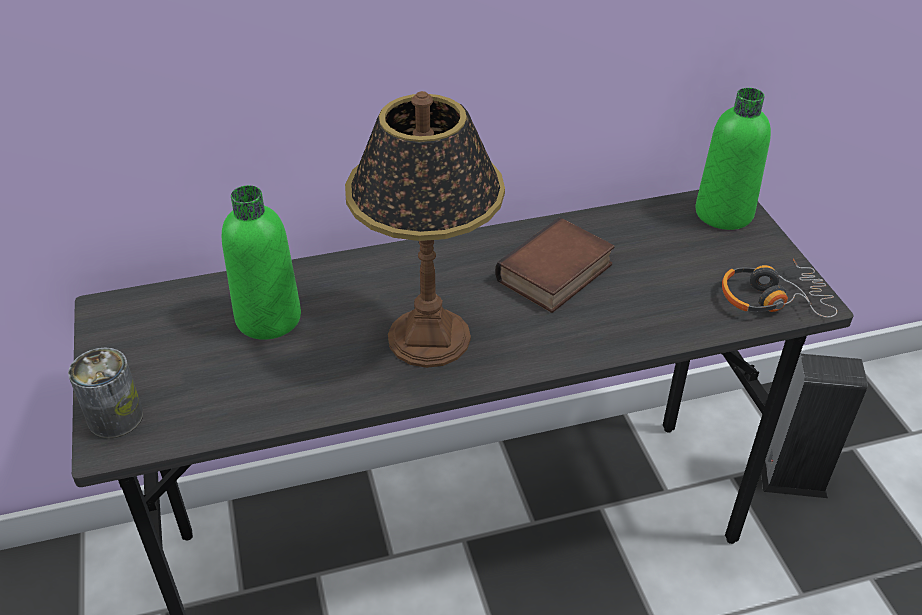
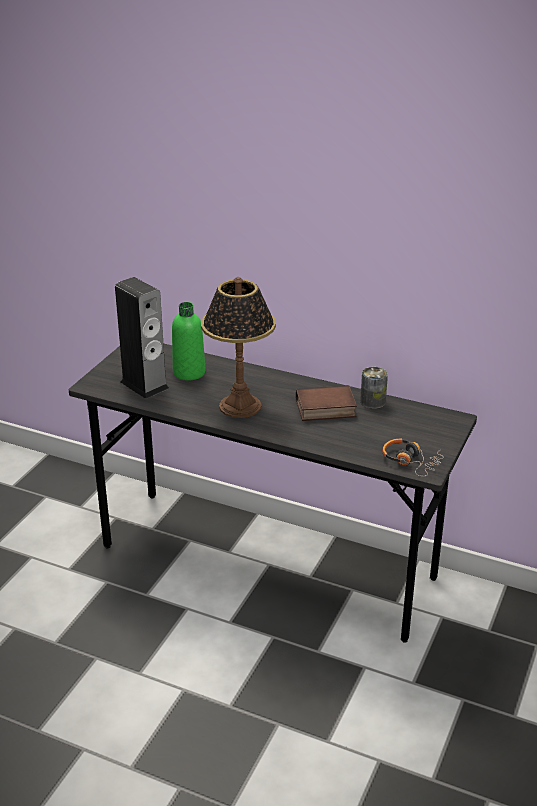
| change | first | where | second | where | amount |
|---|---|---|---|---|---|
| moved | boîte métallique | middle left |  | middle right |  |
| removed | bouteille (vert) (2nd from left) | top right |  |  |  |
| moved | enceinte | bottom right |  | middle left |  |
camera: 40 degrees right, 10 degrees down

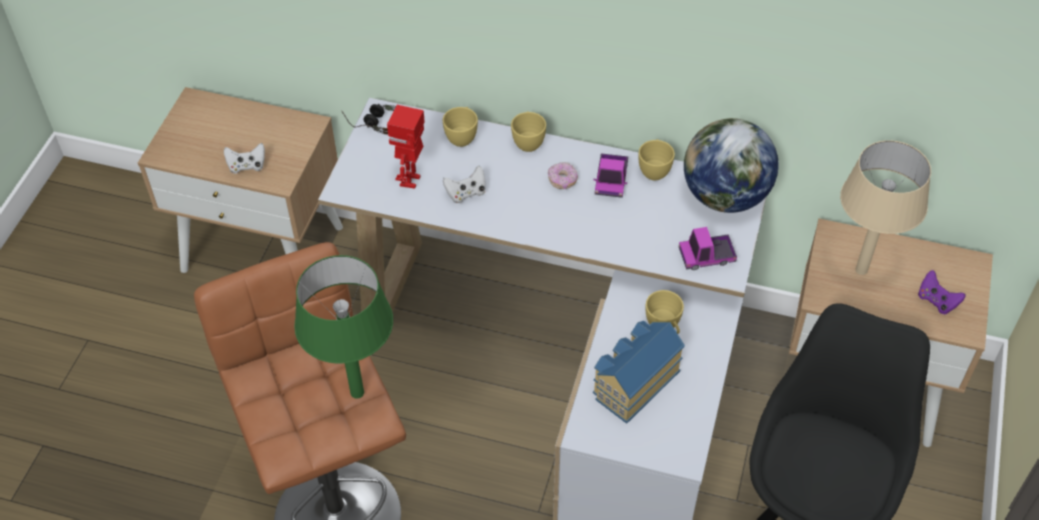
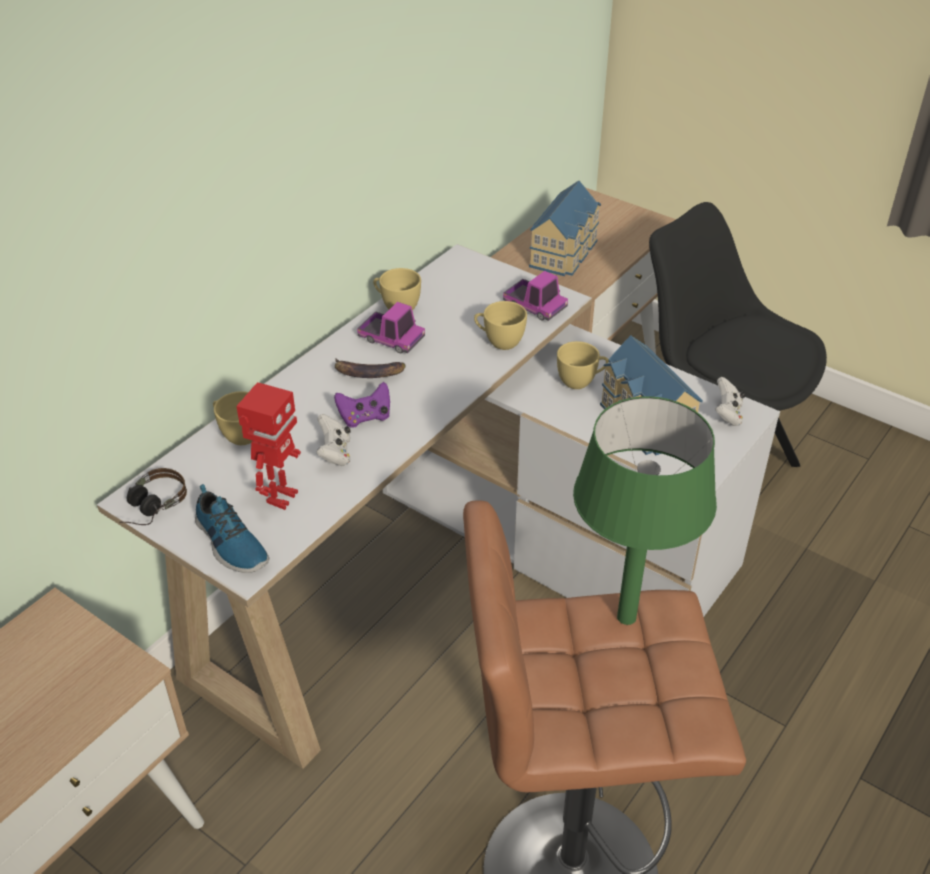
| change | first | where | second | where | amount |
|---|---|---|---|---|---|
| moved | manette (blanc) (1st from left in the first image) | top left | manette (blanc) (2nd from left) | middle right |  |
| turned | robot jouet | top centre |  | middle left | 105 degrees counterclockwise |
| moved | tasse (jaune) (2nd from left in the first image) | top centre | tasse (jaune) (3rd from left) | centre |  |
| replaced | beignet | centre | banane | centre |  |
| turned | camion jouet (2nd from left) | middle right |  | centre | 60 degrees counterclockwise |
| removed | globe | top right |  |  |  |
| replaced | lampe de table (beige) | middle right | maison miniature (1st from left) | top centre |  |
| moved | manette (violet) | middle right |  | centre |  |
| added |  |  | chaussure | middle left |  |
camera: 70 degrees left, 10 degrees down

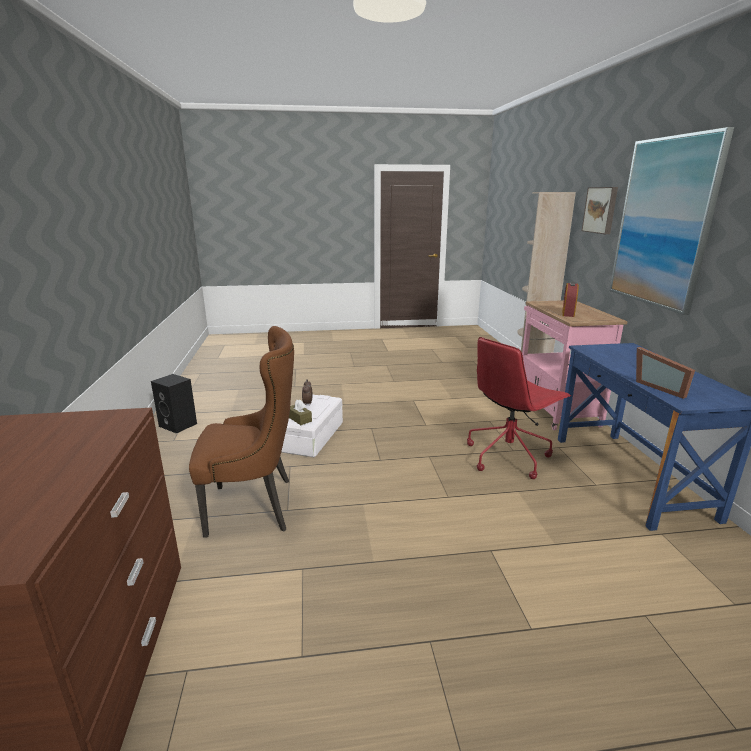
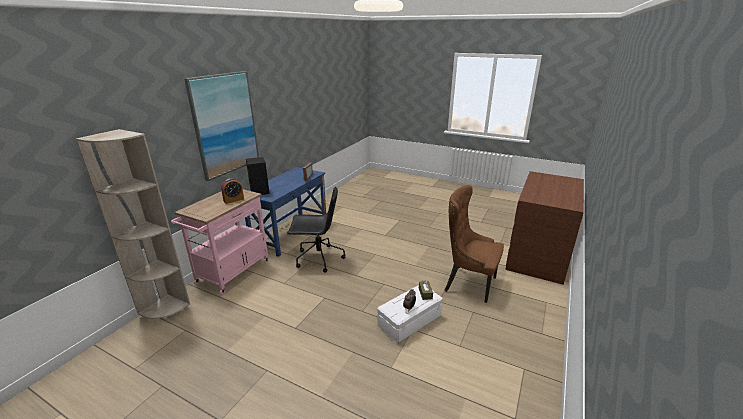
| change | first | where | second | where | amount |
|---|---|---|---|---|---|
| moved | enceinte (noir) | middle left |  | centre |  |
| recoloured | chaise de bureau (rouge) | middle right | chaise de bureau (noir) | centre |  |
| removed | tableau (1st from left) | top right |  |  |  |
camera: 145 degrees left, 5 degrees up

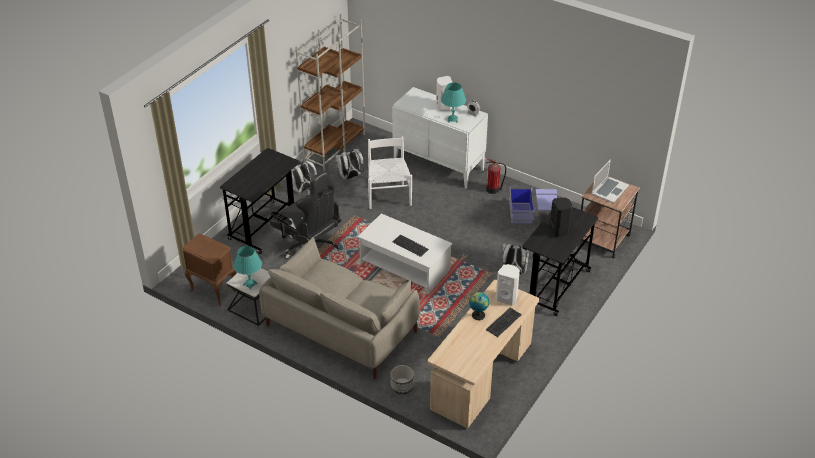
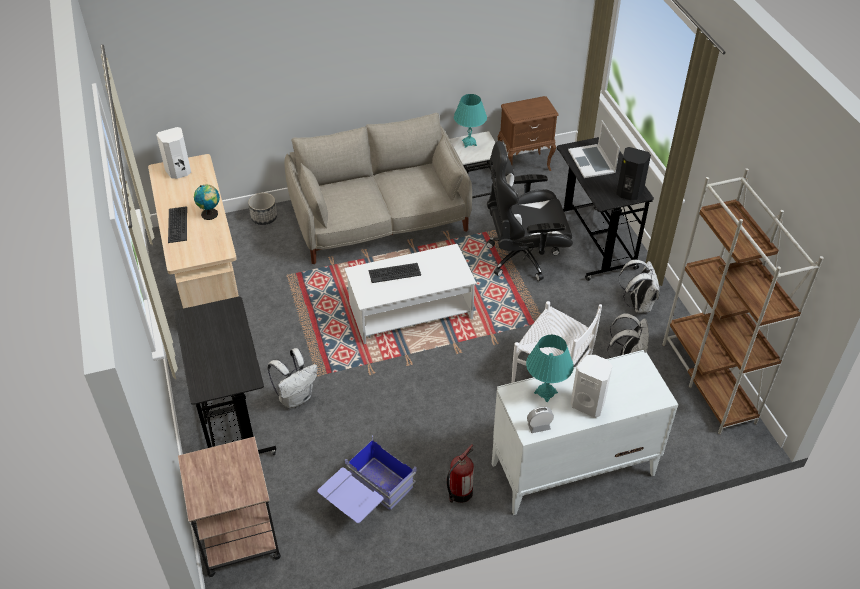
| change | first | where | second | where | amount |
|---|---|---|---|---|---|
| moved | enceinte (blanc) (2nd from left in the first image) | centre | enceinte (blanc) (1st from left) | top left |  |
| moved | enceinte (noir) | middle right |  | top right |  |
| moved | ordinateur portable | middle right |  | top right |  |
camera: 130 degrees right, 5 degrees up

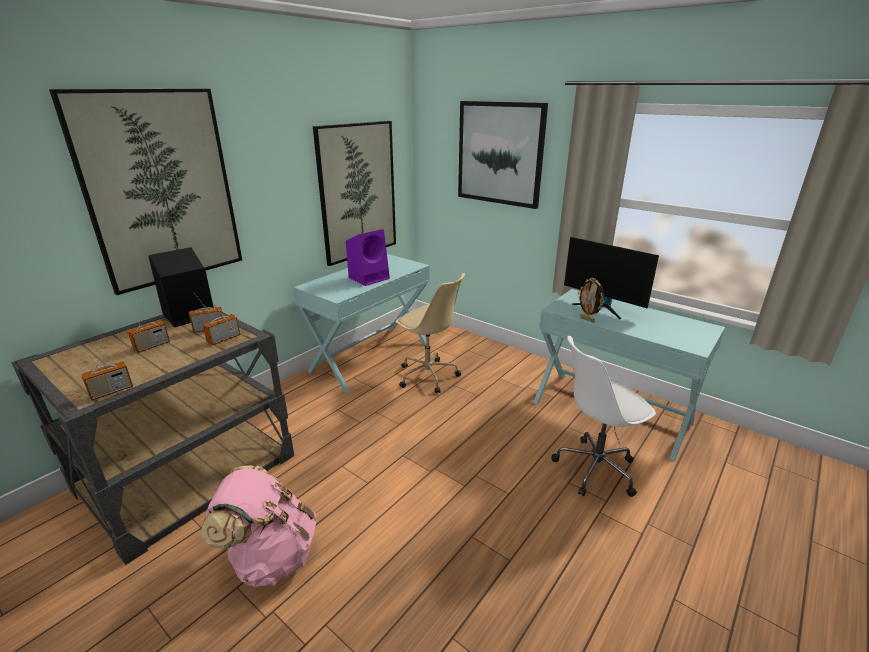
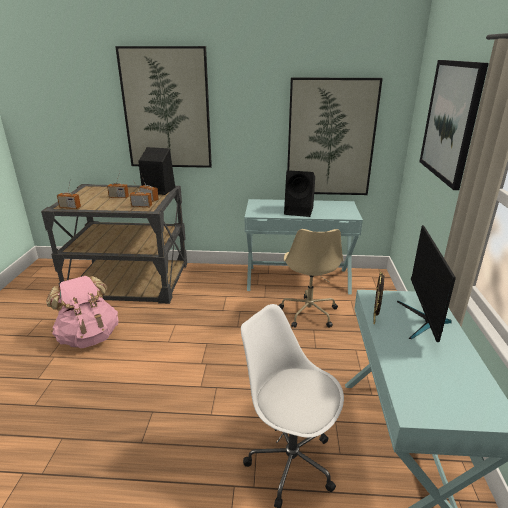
| change | first | where | second | where | amount |
|---|---|---|---|---|---|
| recoloured | enceinte (violet) | centre | enceinte (noir) (2nd from left) | centre |  |
camera: 55 degrees right, 0 degrees up

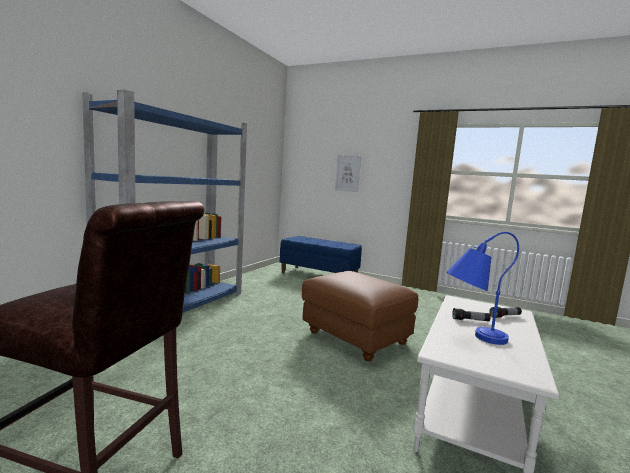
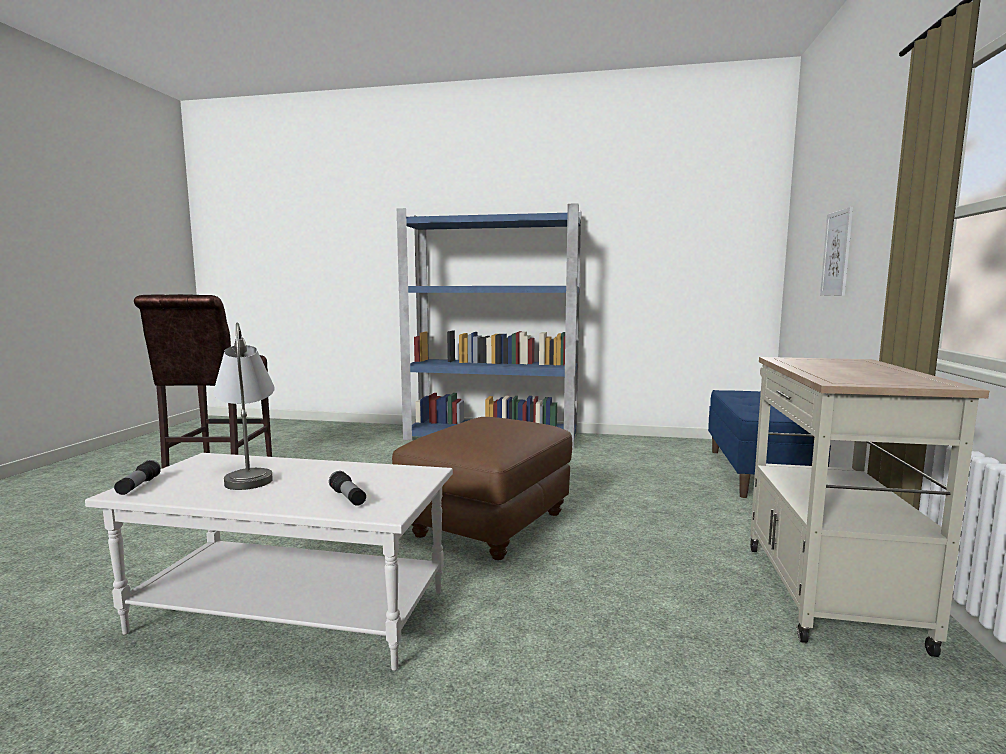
| change | first | where | second | where | amount |
|---|---|---|---|---|---|
| recoloured | lampe de table (bleu) | middle right | lampe de table (gris) | middle left |  |
| moved | lampe de poche (1st from left) | middle right |  | middle left |  |
| added |  |  | chariot (beige) | bottom right |  |
camera: 75 degrees right, 0 degrees up

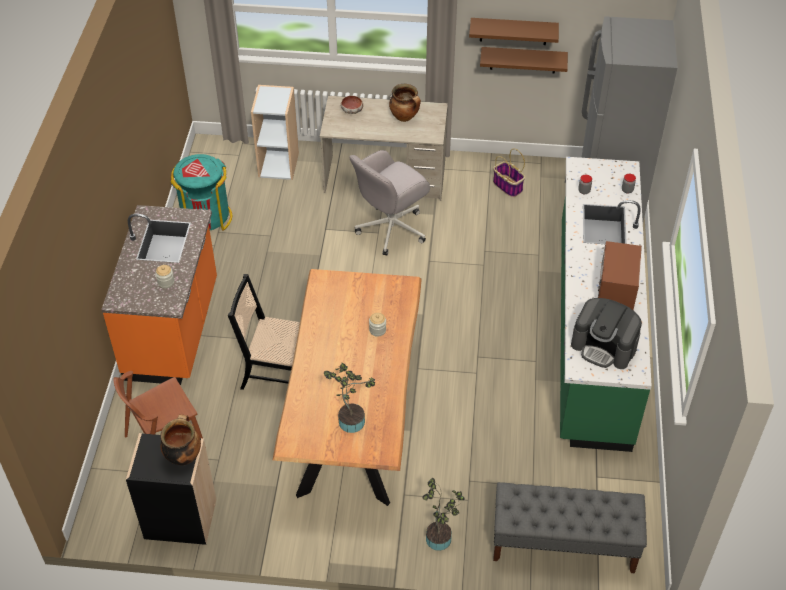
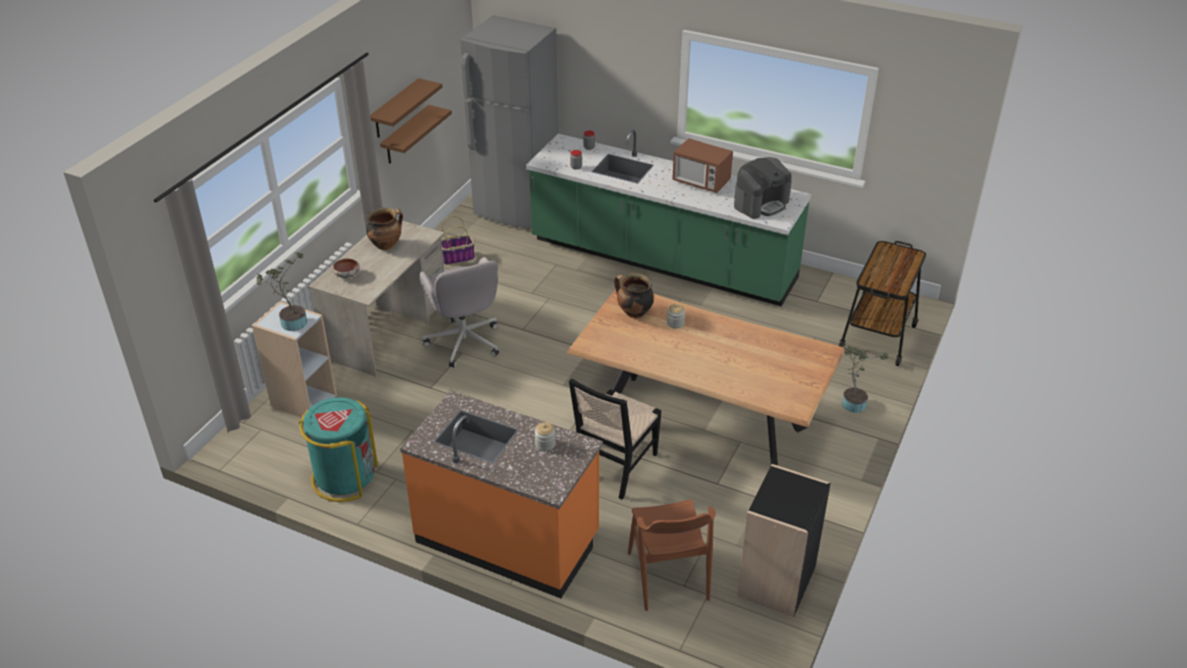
| change | first | where | second | where | amount |
|---|---|---|---|---|---|
| moved | marmite (1st from left in the first image) | bottom left | marmite (2nd from left) | centre |  |
| moved | plante en pot (1st from left) | bottom centre |  | middle left |  |
| replaced | banc (gris) | bottom right | chariot | middle right |  |
camera: 70 degrees left, 10 degrees down

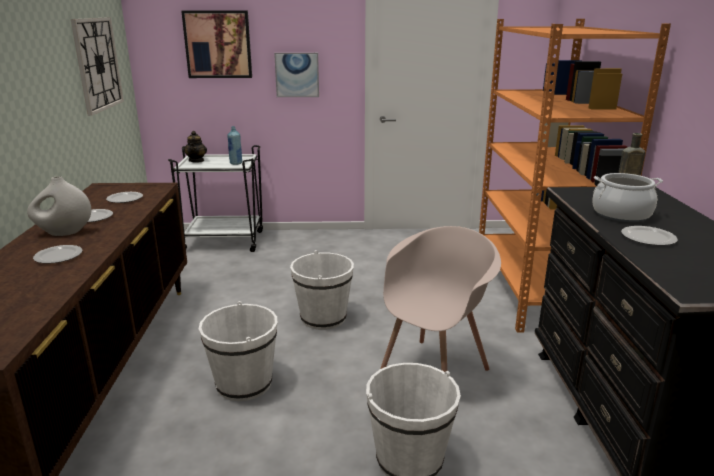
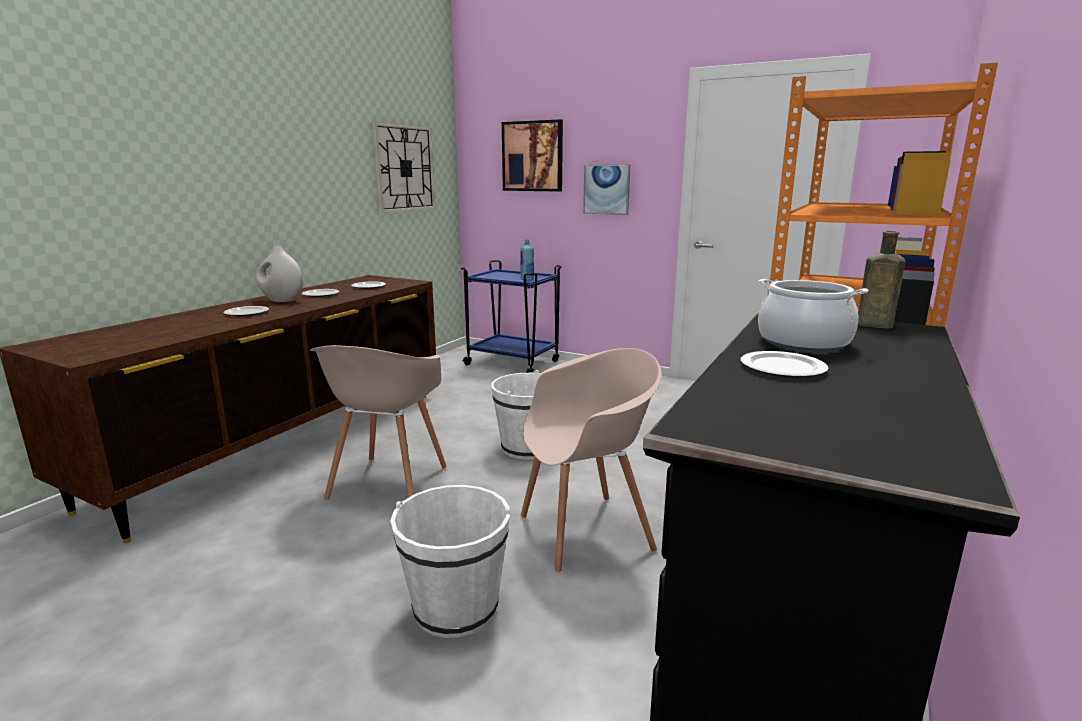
| change | first | where | second | where | amount |
|---|---|---|---|---|---|
| recoloured | chariot (blanc) | middle left | chariot (bleu) | centre |  |
| removed | théière | top left |  |  |  |
| replaced | seau (blanc) (1st from left) | bottom centre | chaise (beige) (1st from left) | centre |  |
camera: 30 degrees right, 5 degrees down

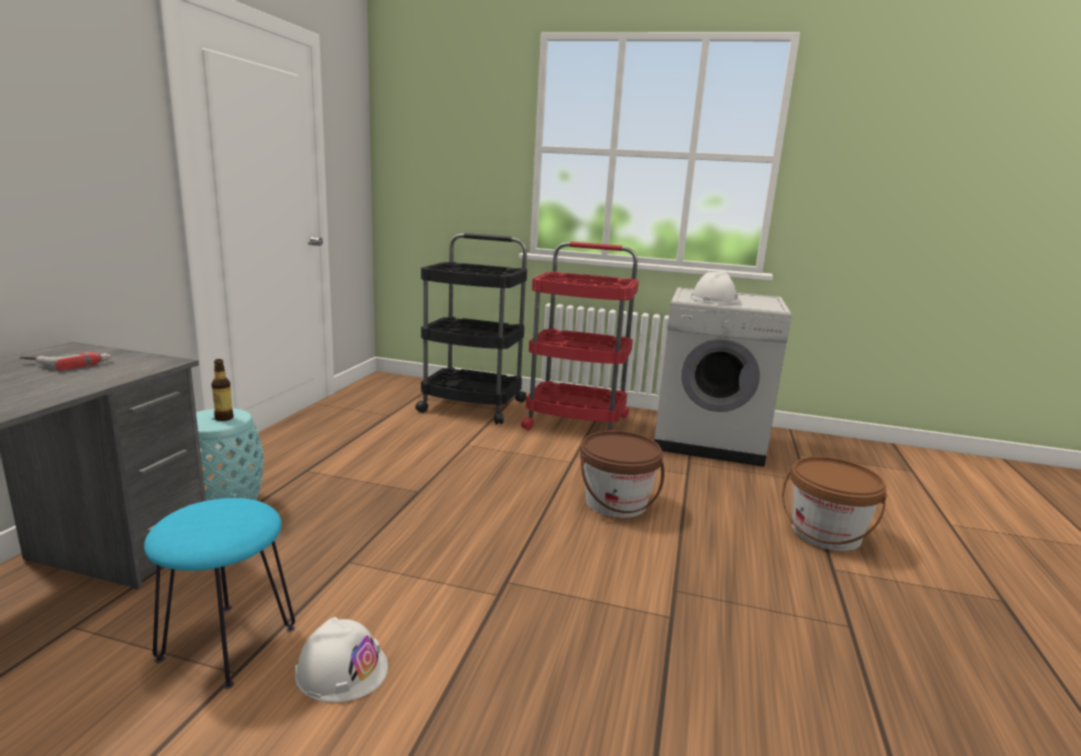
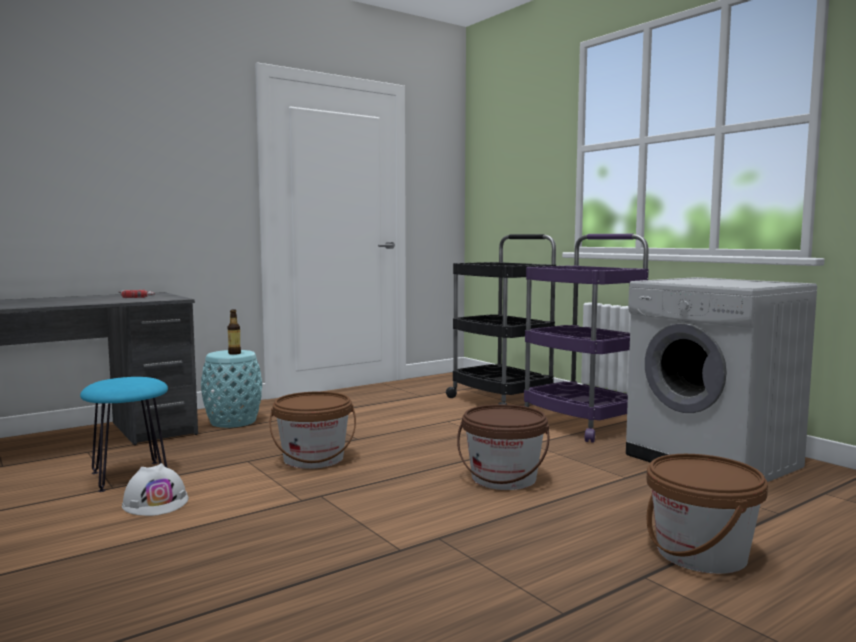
| change | first | where | second | where | amount |
|---|---|---|---|---|---|
| recoloured | chariot (rouge) | centre | chariot (violet) | middle right |  |
| removed | casque de chantier (blanc) (2nd from left) | centre |  |  |  |
| added |  |  | seau (marron) (1st from left) | bottom centre |  |
camera: 40 degrees right, 10 degrees down

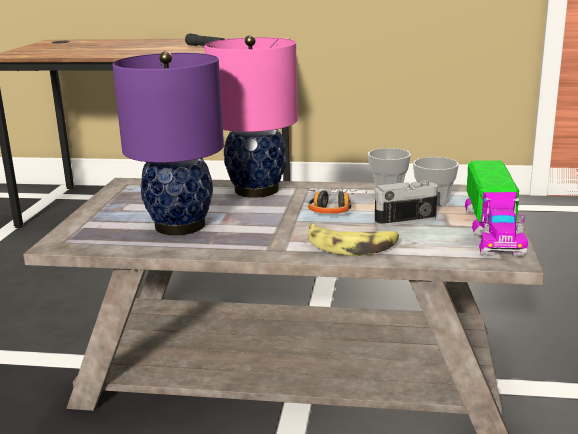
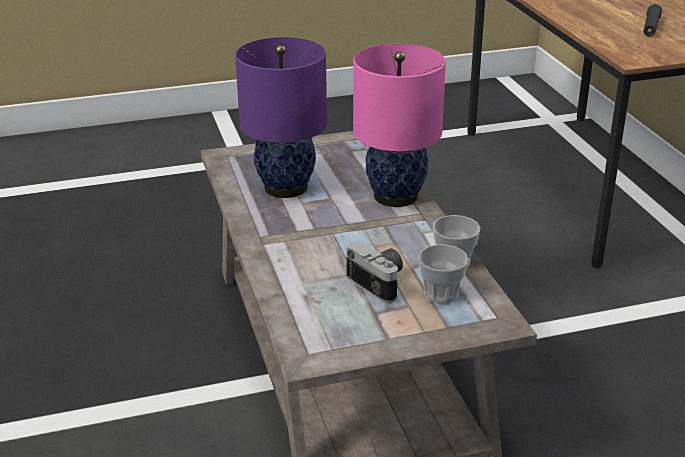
| change | first | where | second | where | amount |
|---|---|---|---|---|---|
| removed | casque audio | centre |  |  |  |
| removed | banane | centre |  |  |  |
| removed | camion jouet | middle right |  |  |  |
camera: 65 degrees right, 10 degrees up

